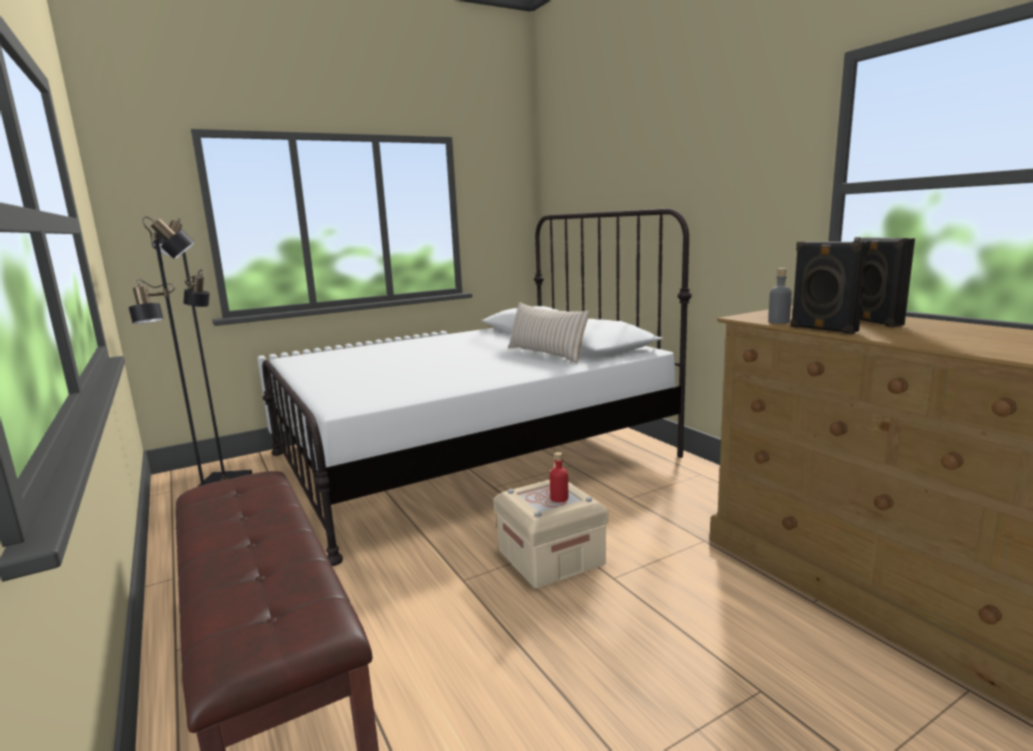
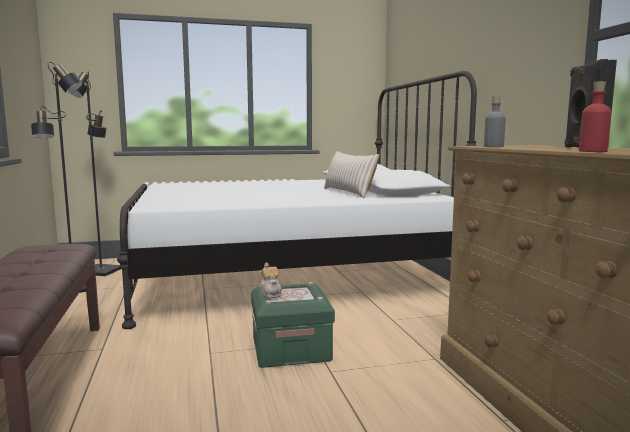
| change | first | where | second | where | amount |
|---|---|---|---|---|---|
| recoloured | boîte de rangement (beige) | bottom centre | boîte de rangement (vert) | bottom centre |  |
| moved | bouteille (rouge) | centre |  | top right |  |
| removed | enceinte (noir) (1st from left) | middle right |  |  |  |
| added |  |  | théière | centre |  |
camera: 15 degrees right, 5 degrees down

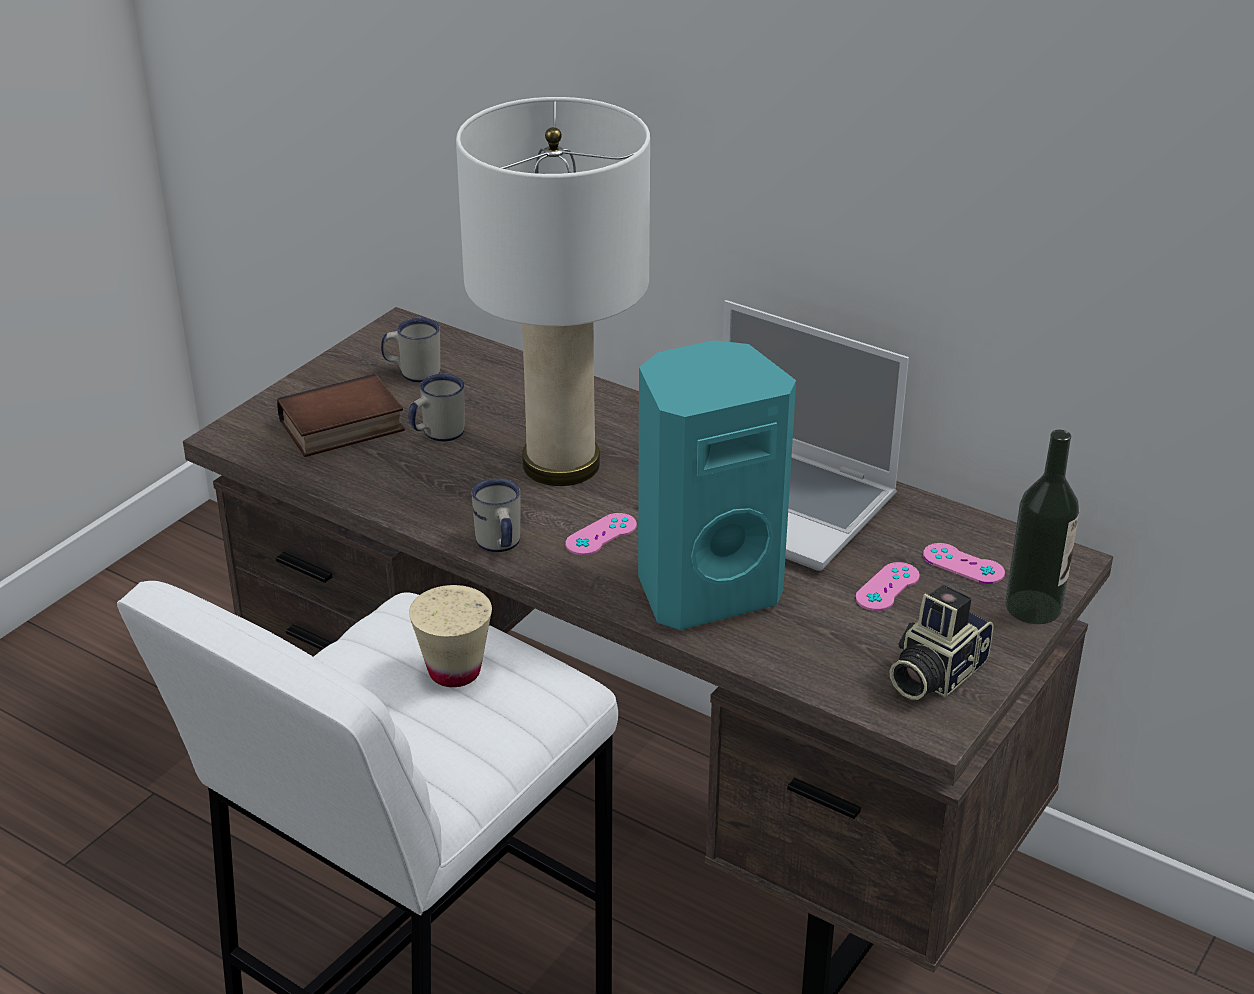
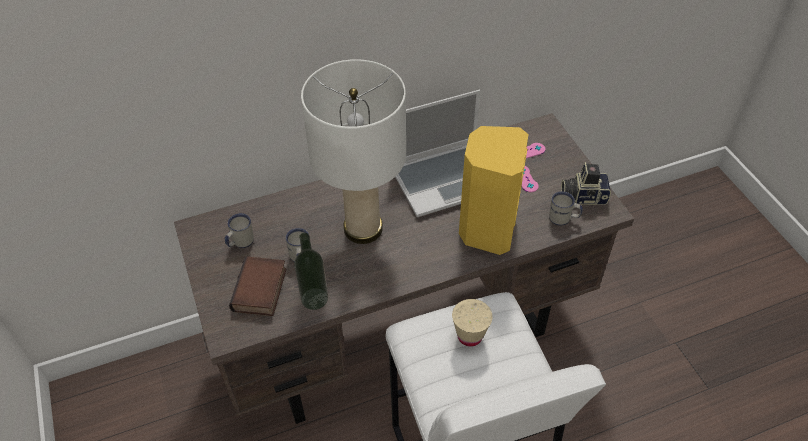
| change | first | where | second | where | amount |
|---|---|---|---|---|---|
| moved | mug (blanc) (3rd from left) | centre |  | middle right |  |
| removed | manette (rose) (1st from left) | centre |  |  |  |
| recoloured | enceinte (turquoise) | centre | enceinte (jaune) | centre |  |
| turned | appareil photo | middle right |  | middle right | 105 degrees clockwise |
| moved | bouteille | middle right |  | centre |  |
camera: 55 degrees left, 15 degrees up

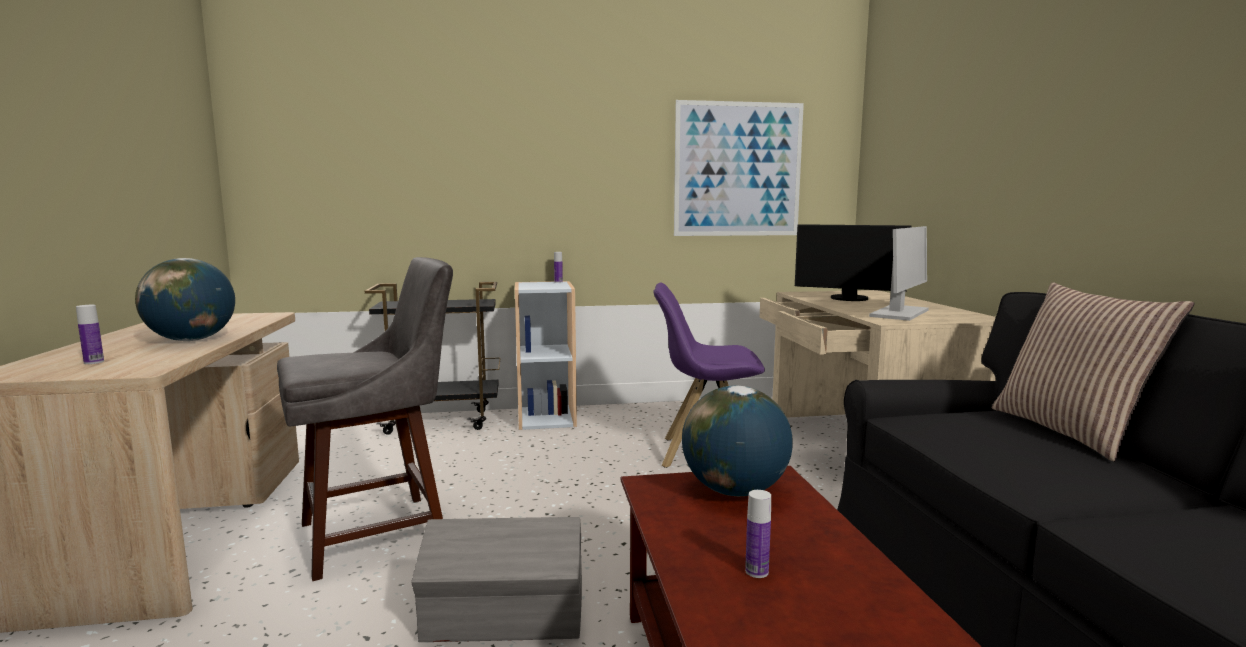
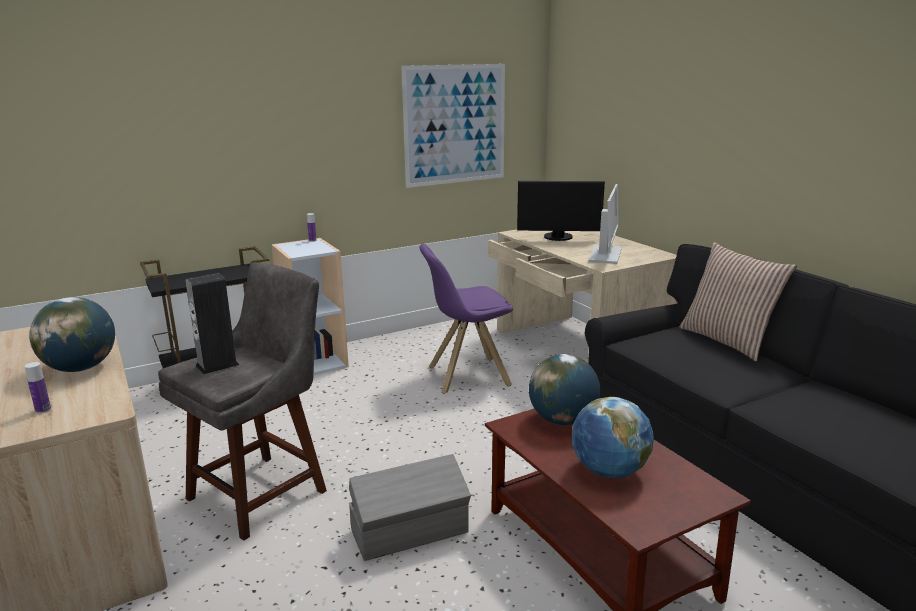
| change | first | where | second | where | amount |
|---|---|---|---|---|---|
| replaced | bouteille (3rd from left) | bottom centre | globe (3rd from left) | bottom right |  |
| added |  |  | enceinte | middle left |  |
camera: 20 degrees left, 10 degrees up

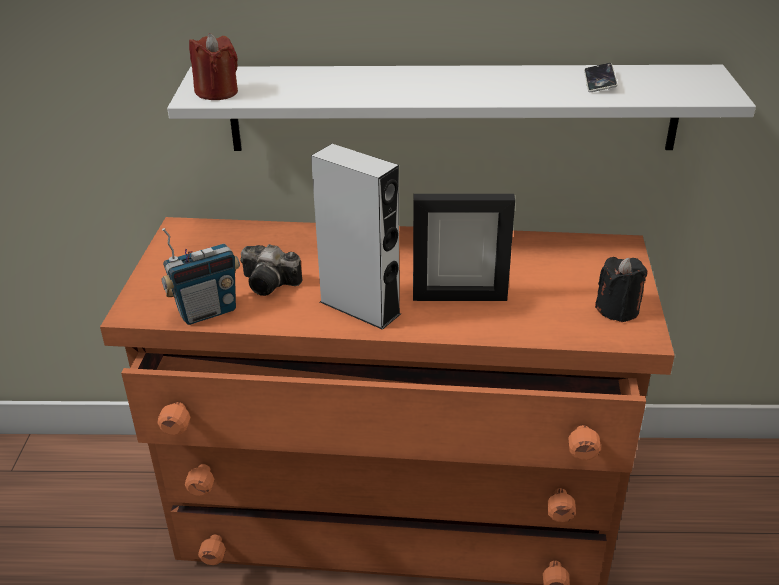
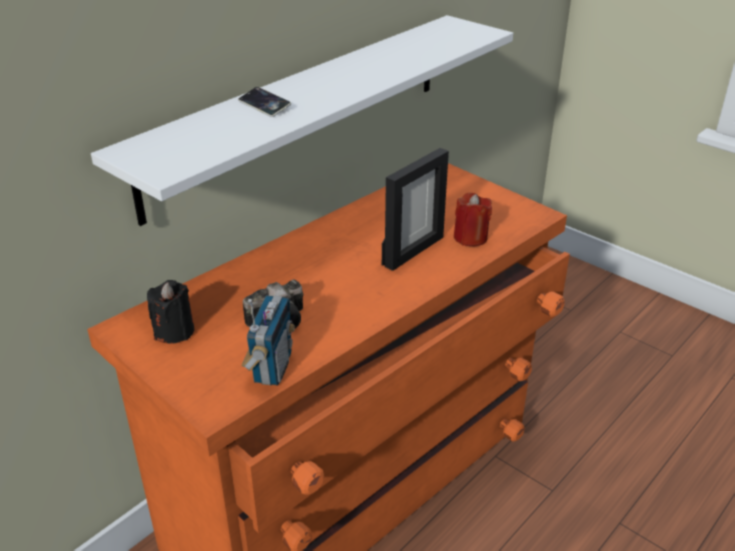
| change | first | where | second | where | amount |
|---|---|---|---|---|---|
| moved | bougie (rouge) | top left |  | centre |  |
| removed | enceinte (gris) | centre |  |  |  |
| moved | téléphone | top right |  | top centre |  |
| moved | bougie (noir) | middle right |  | middle left |  |
camera: 50 degrees left, 0 degrees up

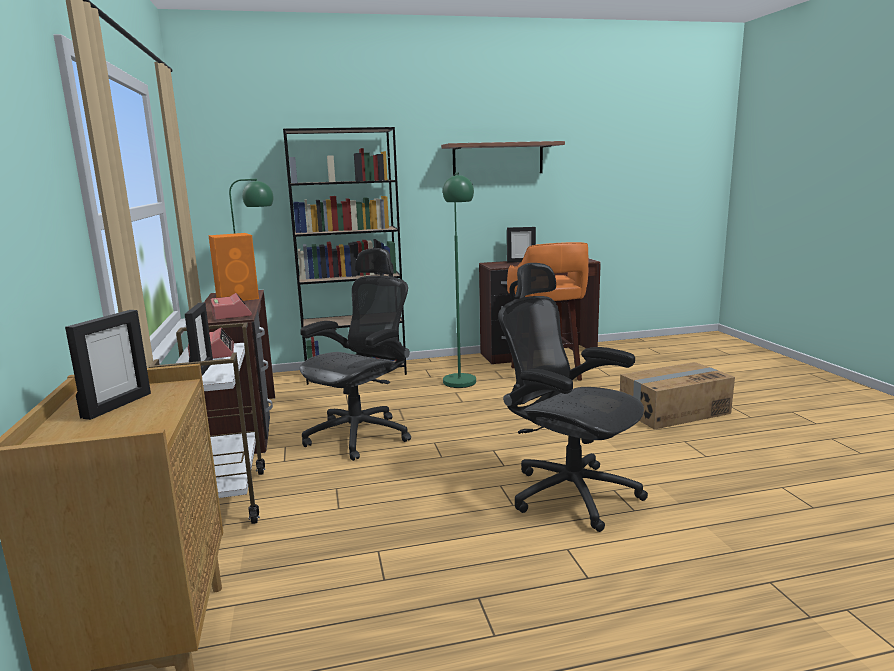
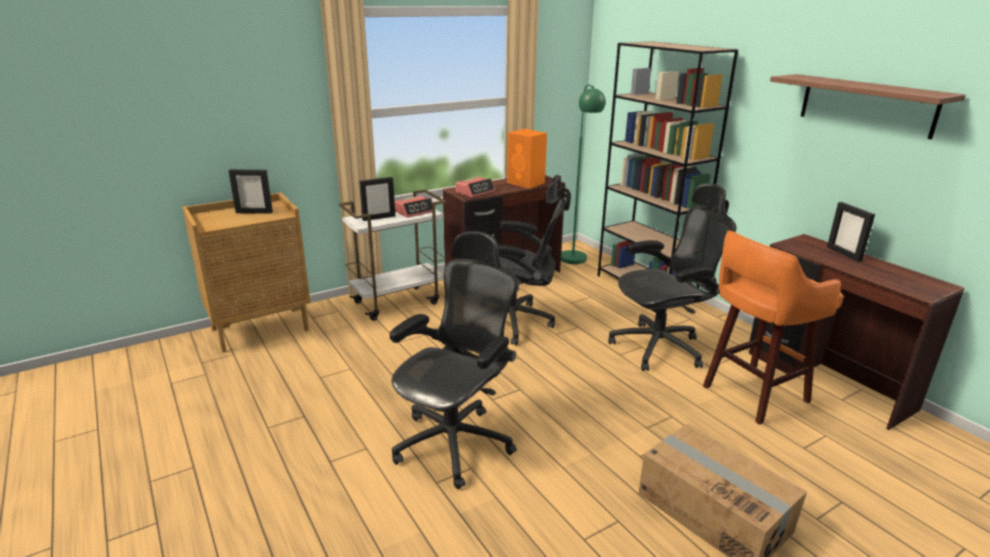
| change | first | where | second | where | amount |
|---|---|---|---|---|---|
| replaced | lampadaire (vert) (2nd from left) | centre | chaise de bureau (3rd from left) | middle right |  |
camera: 70 degrees right, 10 degrees up

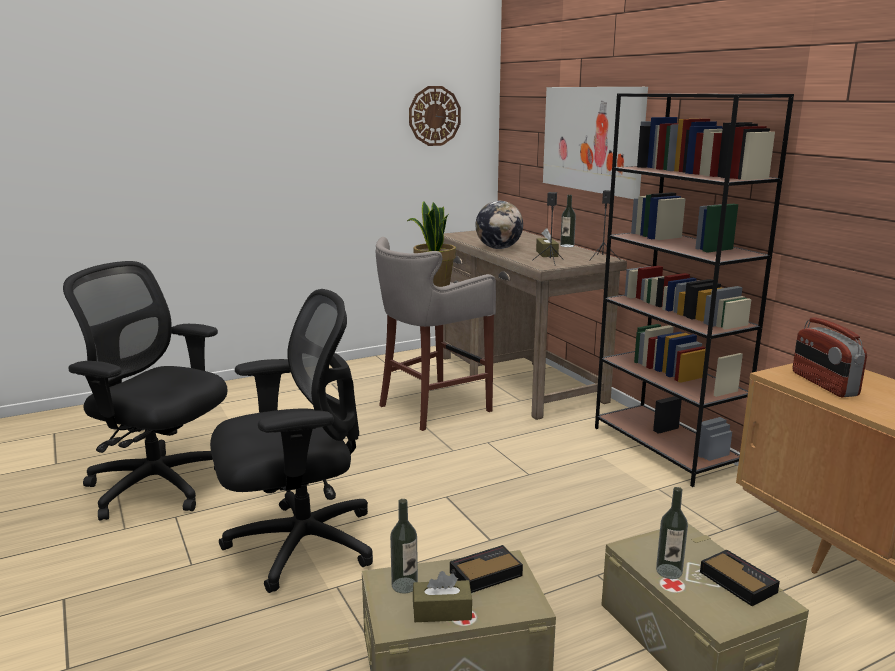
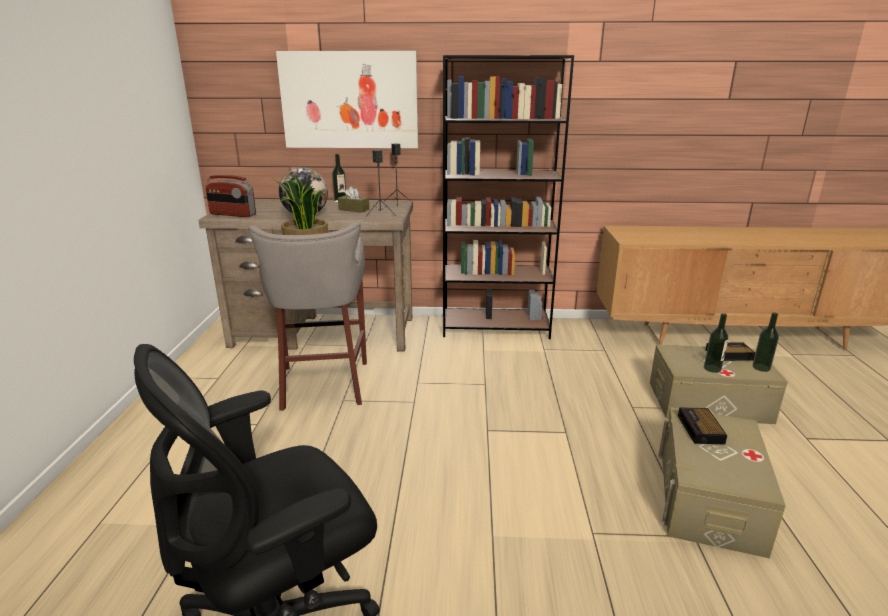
| change | first | where | second | where | amount |
|---|---|---|---|---|---|
| removed | chaise de bureau (noir) (2nd from left) | middle left |  |  |  |
| moved | bouteille (1st from left in the first image) | bottom centre | bouteille (3rd from left) | middle right |  |
| removed | horloge murale | top centre |  |  |  |
| removed | boîte à mouchoirs (marron) (1st from left) | bottom centre |  |  |  |
| moved | radio | middle right |  | top left |  |
camera: 60 degrees left, 5 degrees up

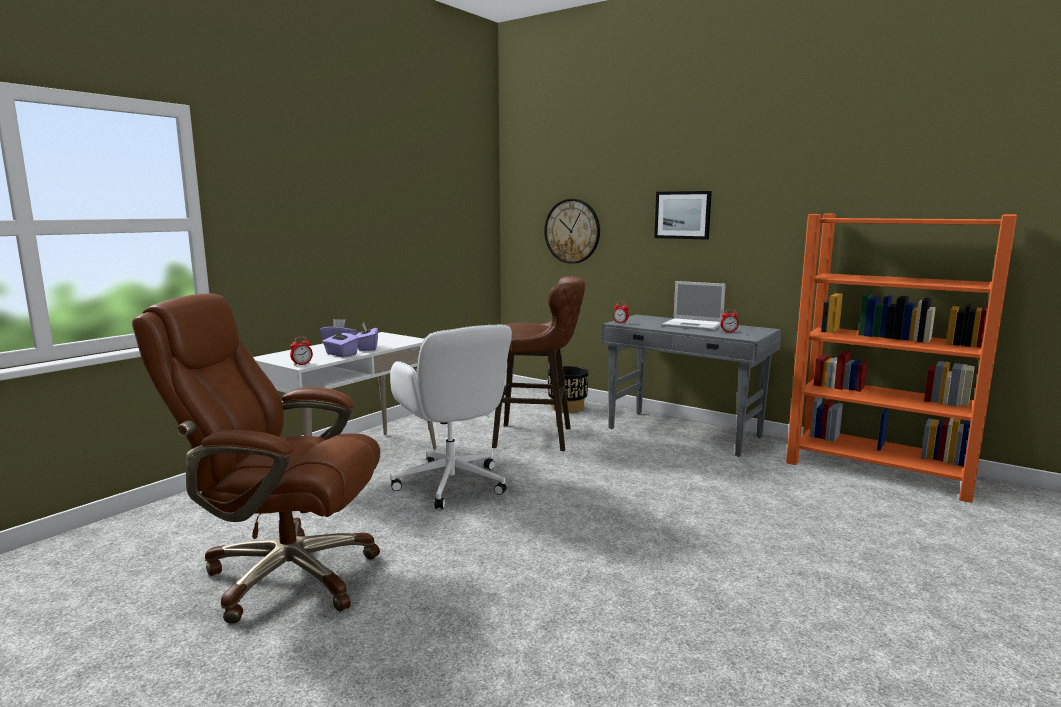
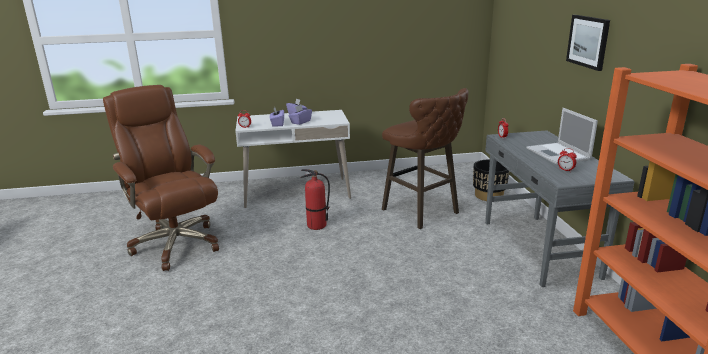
| change | first | where | second | where | amount |
|---|---|---|---|---|---|
| replaced | chaise de bureau (blanc) | centre | extincteur | centre |  |
| removed | horloge murale | top centre |  |  |  |
camera: 45 degrees right, 10 degrees up

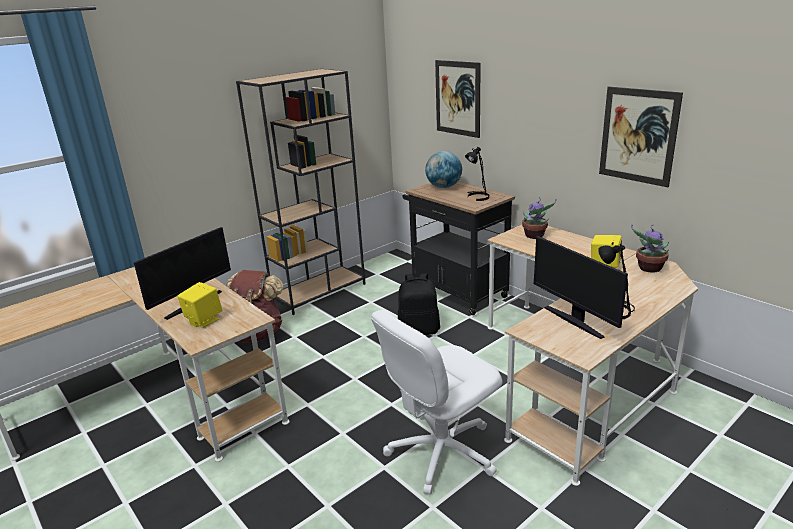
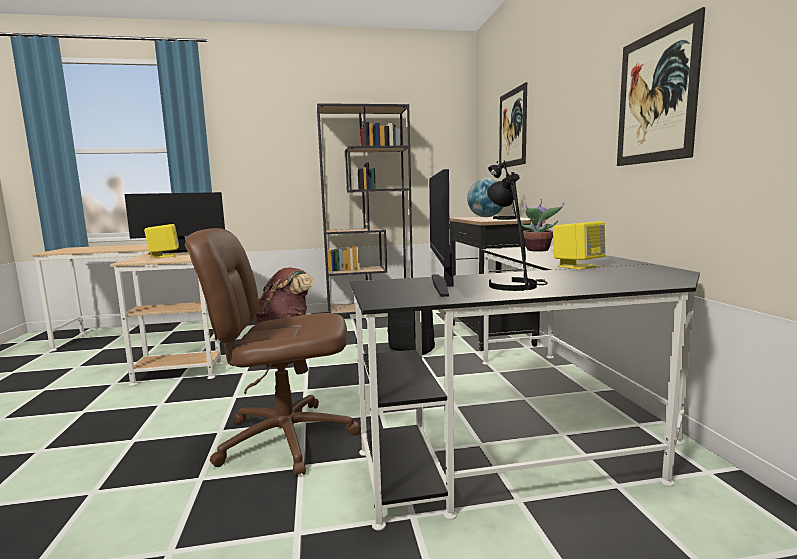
| change | first | where | second | where | amount |
|---|---|---|---|---|---|
| recoloured | chaise de bureau (blanc) | bottom centre | chaise de bureau (marron) | centre |  |
| recoloured | bureau (beige) (2nd from left) | bottom right | bureau (noir) | bottom centre |  |
| removed | plante en pot (2nd from left) | middle right |  |  |  |
camera: 30 degrees right, 15 degrees down

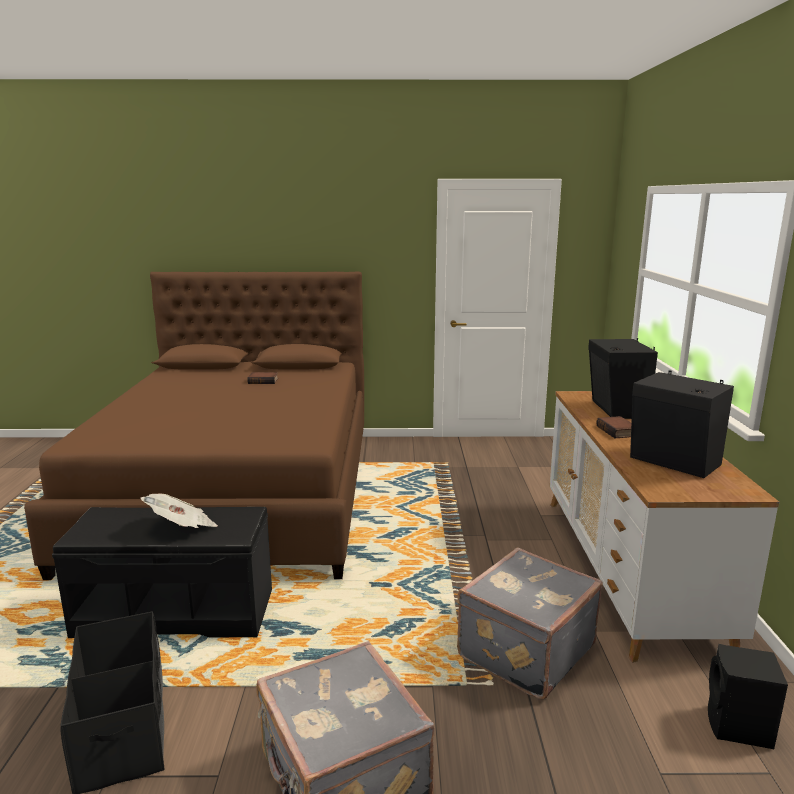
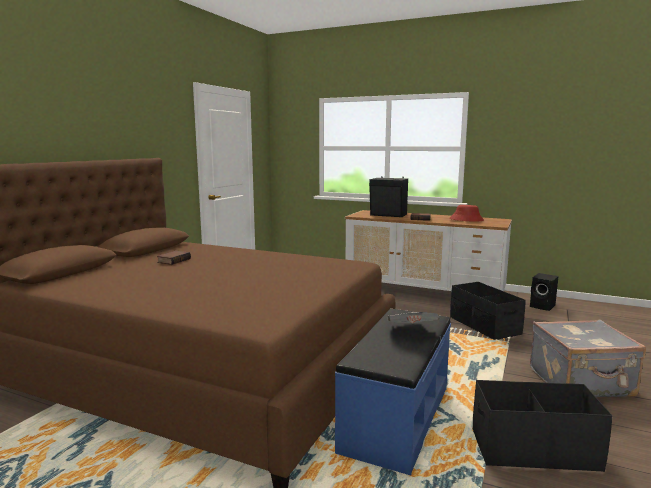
| change | first | where | second | where | amount |
|---|---|---|---|---|---|
| recoloured | banc (noir) | bottom left | banc (bleu) | bottom centre |  |
| replaced | valise (gris) (2nd from left) | bottom right | boîte de rangement (noir) (1st from left) | middle right |  |
| replaced | enceinte (noir) (2nd from left) | middle right | chapeau (rouge) | middle right |  |
camera: 65 degrees left, 5 degrees down

